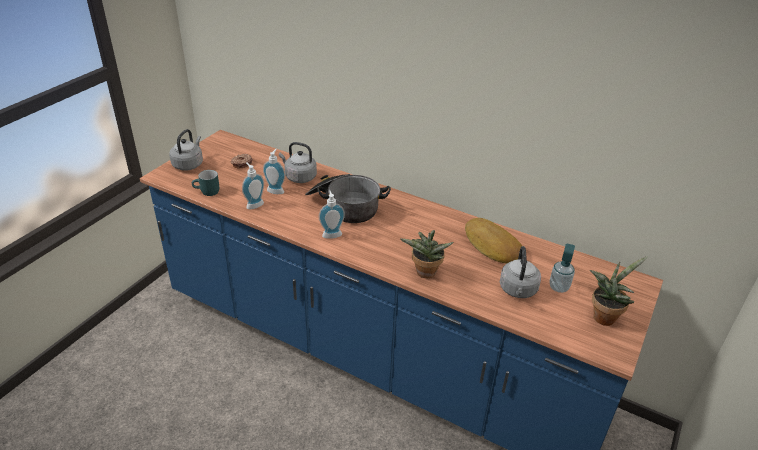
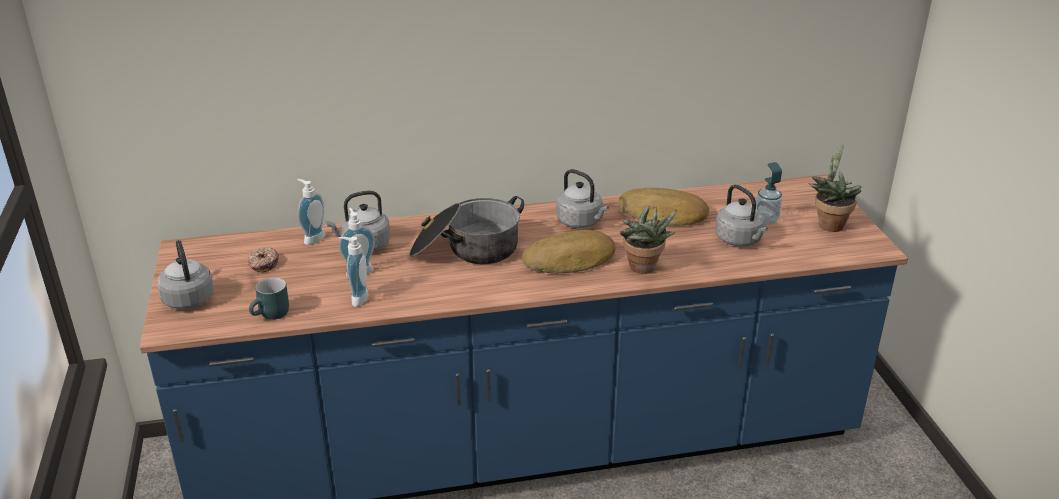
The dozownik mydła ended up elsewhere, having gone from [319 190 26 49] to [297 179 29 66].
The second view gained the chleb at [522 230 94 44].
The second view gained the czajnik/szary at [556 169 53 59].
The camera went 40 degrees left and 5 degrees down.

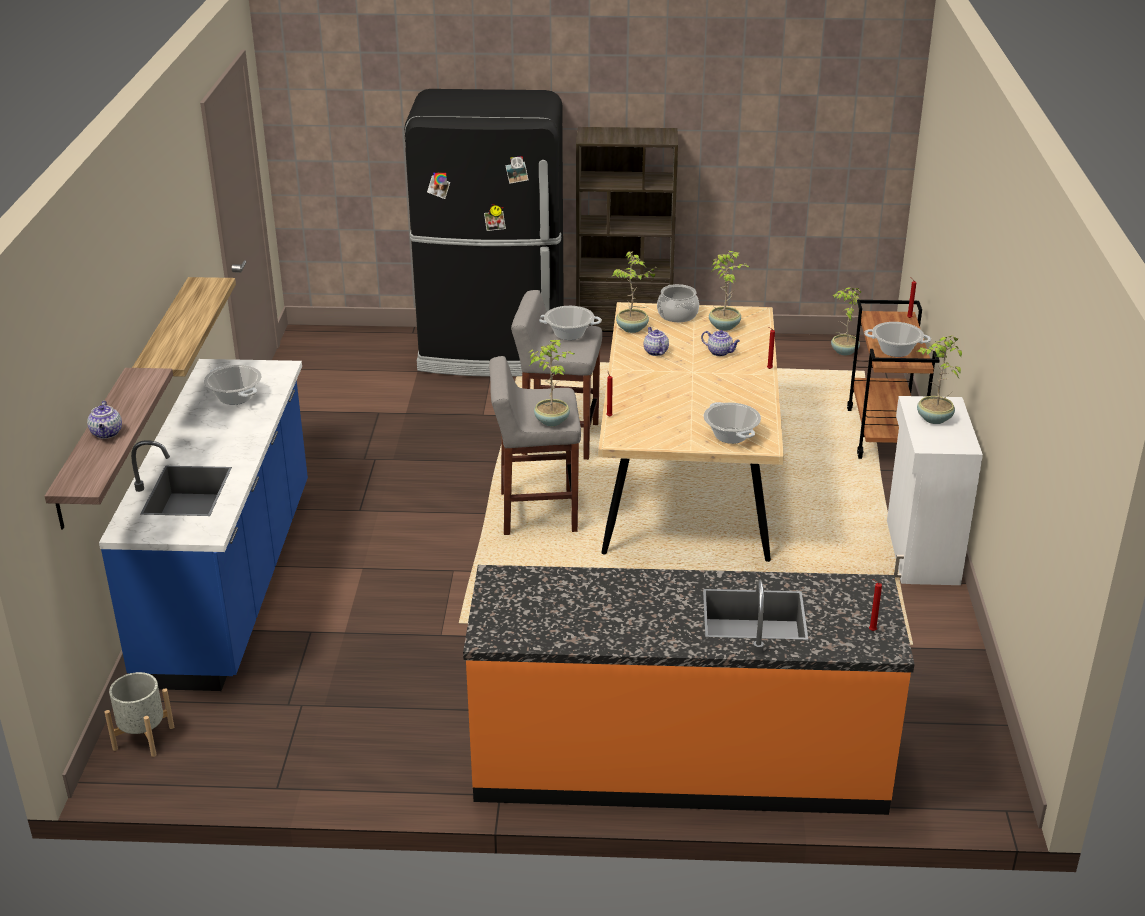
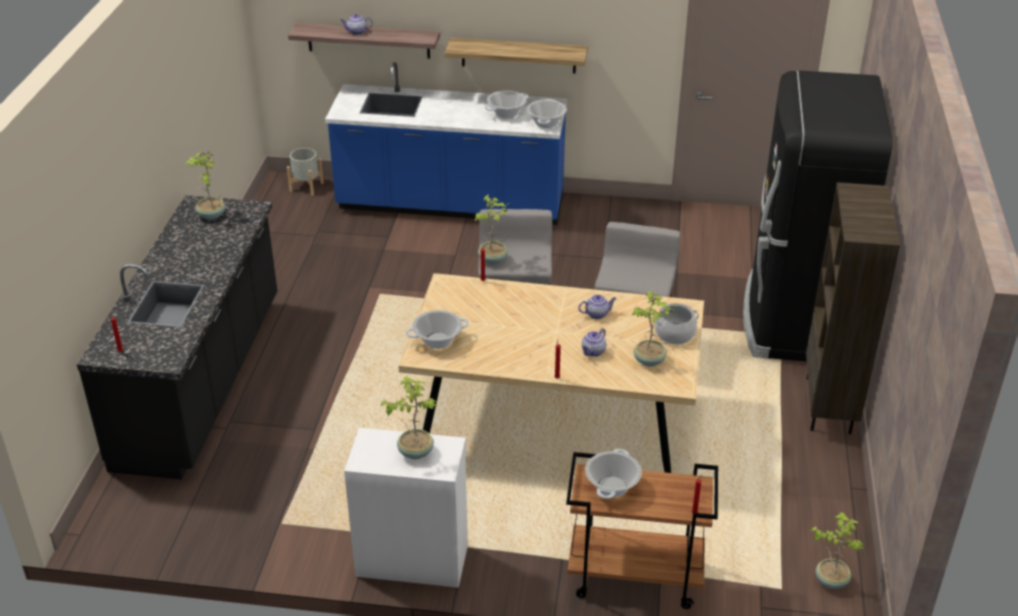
What was the zabudowa kuchenna/pomarańczowy at [463 565 452 250] turned into the zabudowa kuchenna/czarny at [77 195 200 285].
The garnek ended up elsewhere, having gone from [539 306 63 34] to [527 99 40 29].
The roślina doniczkowa ended up elsewhere, having gone from [611 251 48 82] to [185 151 40 69].
The camera went 95 degrees right and 5 degrees up.

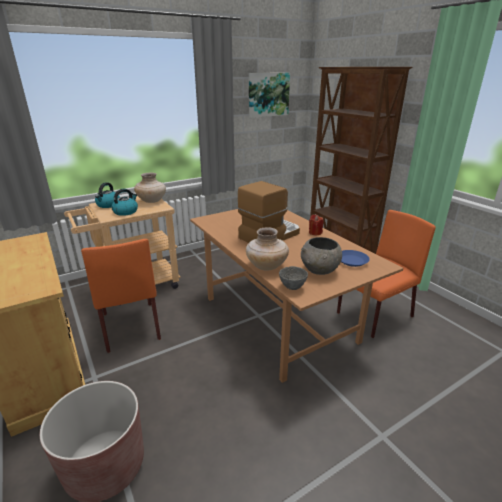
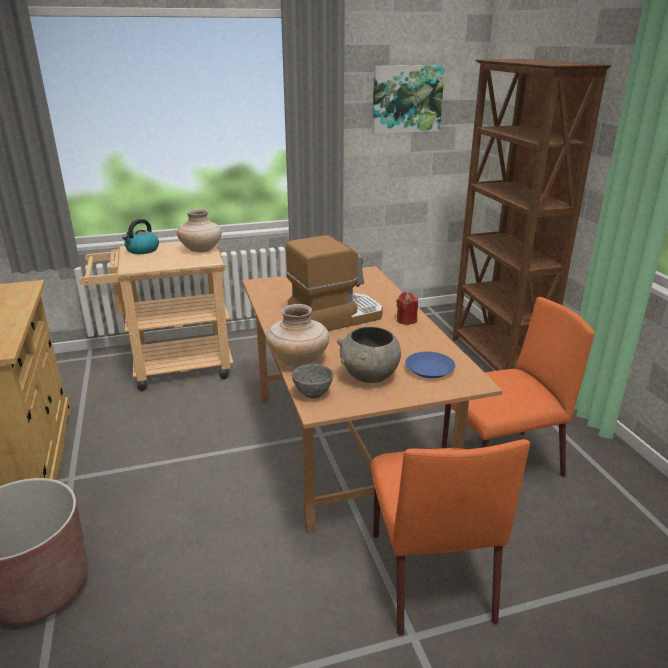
The krzesło/pomarańczowy ended up elsewhere, having gone from [81 239 80 114] to [370 439 160 197].
The second view lost the czajnik at [111 189 27 27].
The camera went 15 degrees right and 0 degrees up.

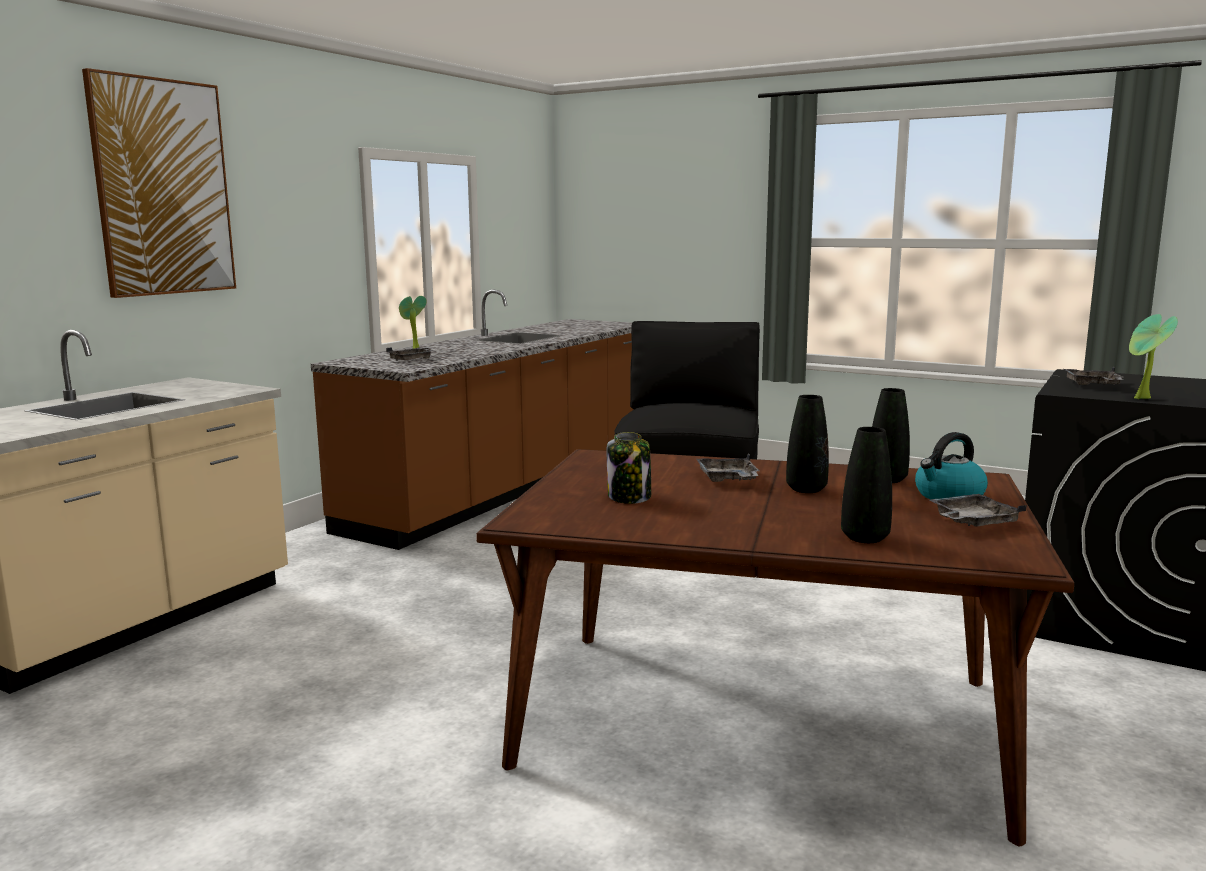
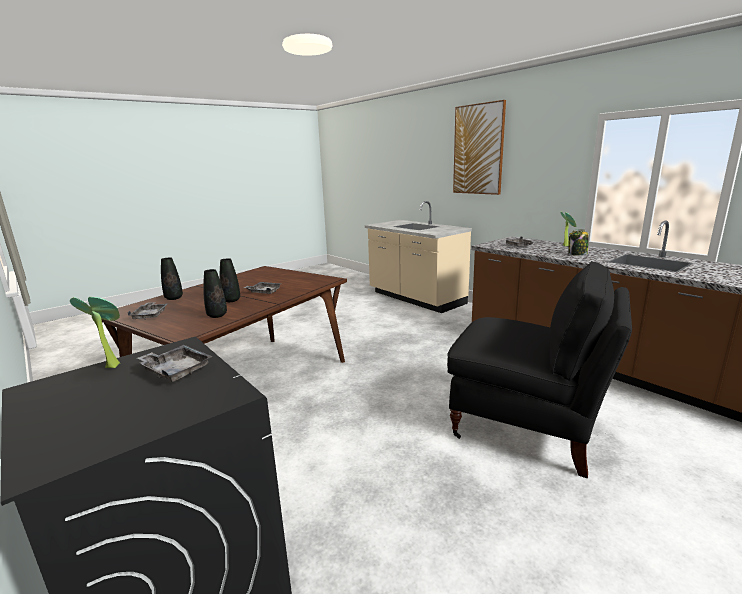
The słoik ended up elsewhere, having gone from [607 432 44 72] to [568 229 21 26].
The second view lost the czajnik at [915 432 73 67].
The camera went 110 degrees right and 5 degrees up.

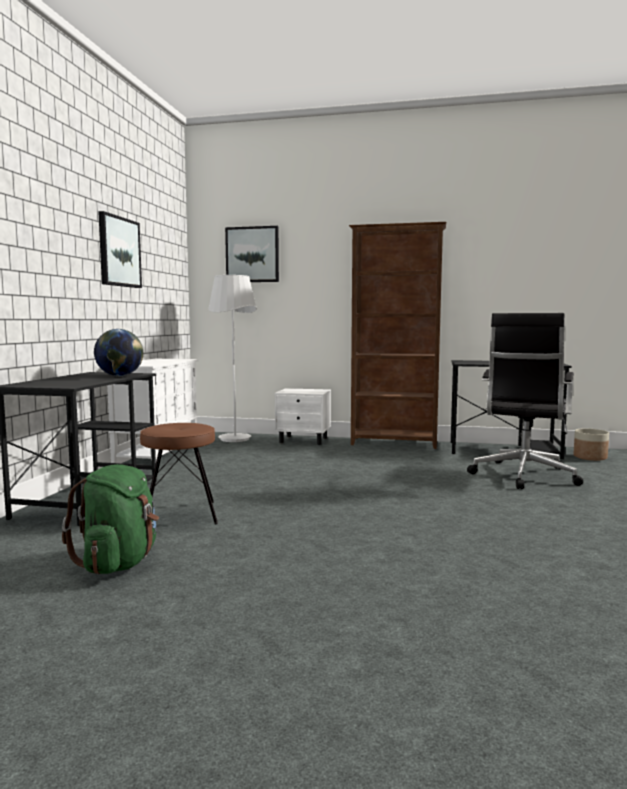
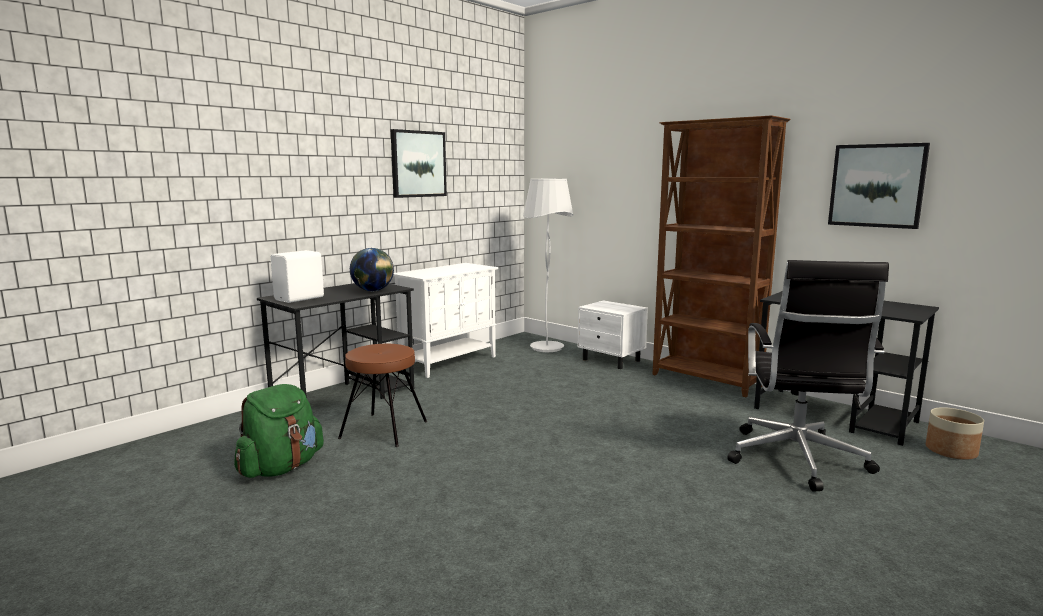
The obraz ended up elsewhere, having gone from [225 226 54 56] to [828 143 102 86].
The krzesło biurowe/czarny at [467 313 116 176] ended up facing another way, 45 degrees counterclockwise from before.
The second view gained the głośnik/biały at [270 250 54 53].
The camera went 30 degrees right and 5 degrees up.

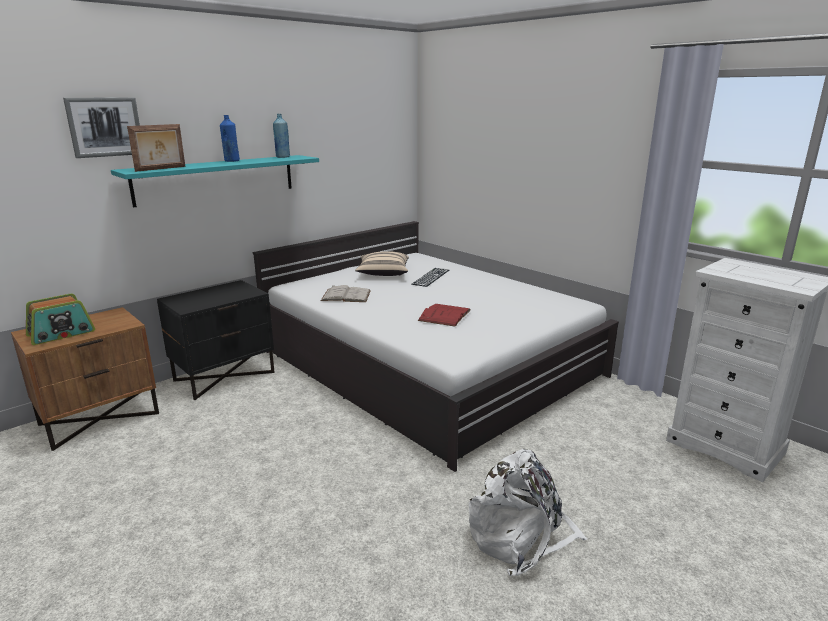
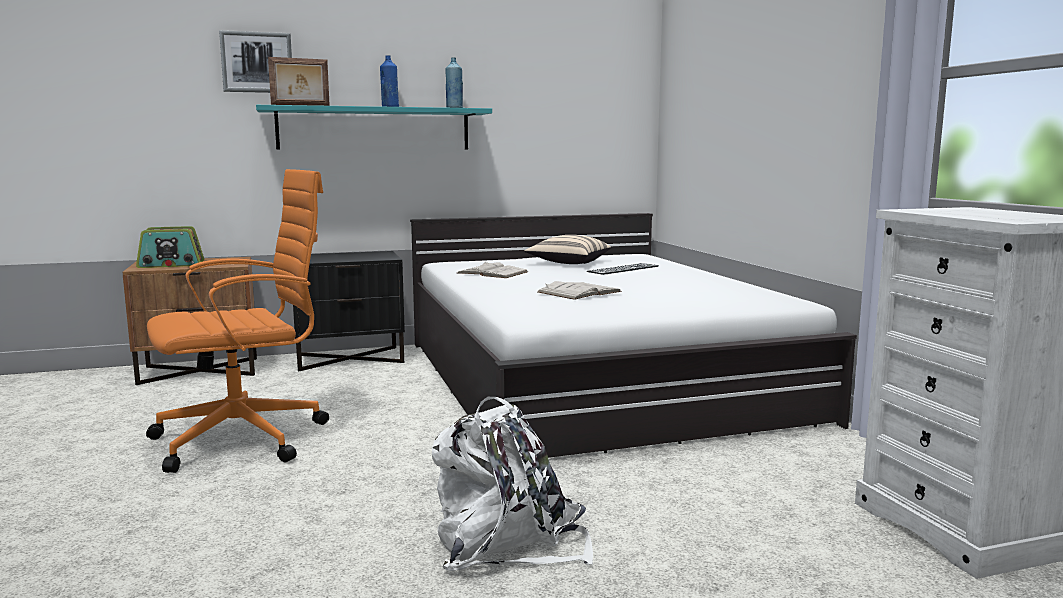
What was the książka/czerwony at [418 304 53 23] turned into the książka/biały at [538 281 84 19].
The second view gained the krzesło biurowe/pomarańczowy at [146 169 183 304].
The camera went 25 degrees right and 10 degrees down.

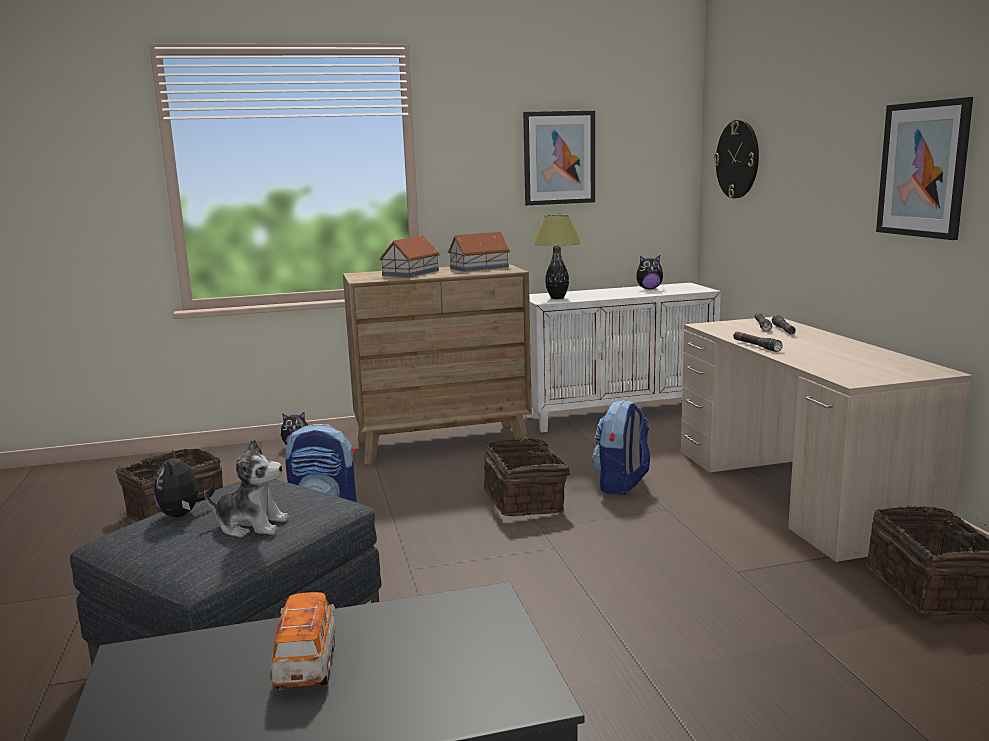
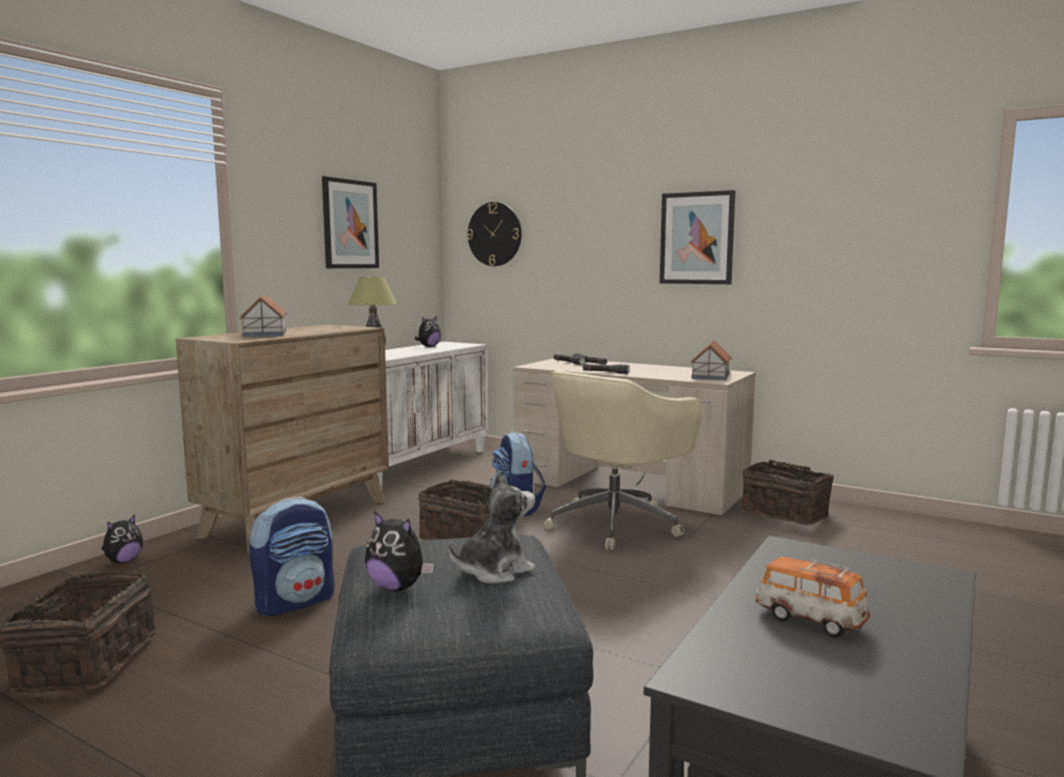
The domek ended up elsewhere, having gone from [448 232 62 40] to [690 340 42 40].
The second view gained the krzesło biurowe/beżowy at [544 371 159 179].
The camera went 45 degrees left and 5 degrees down.

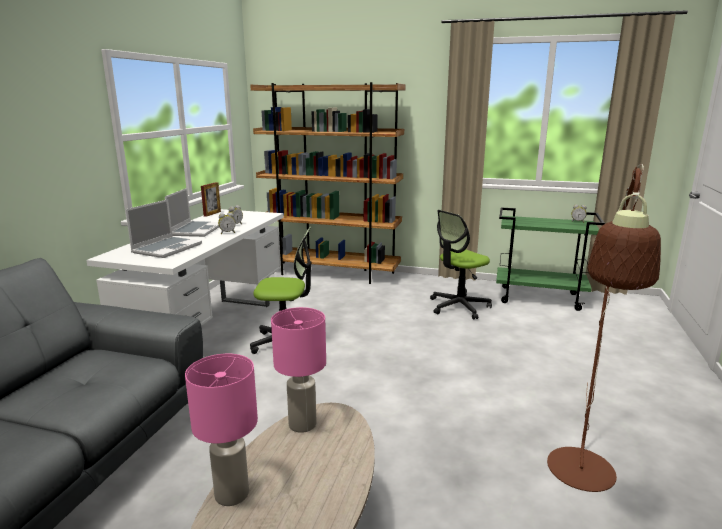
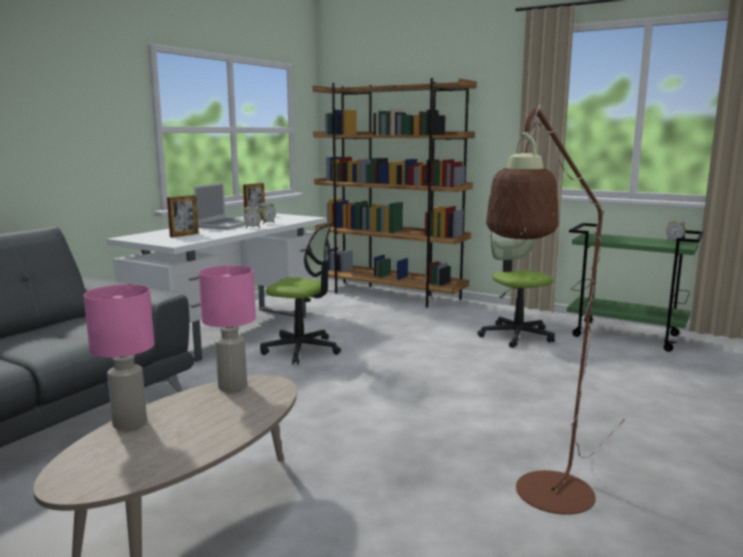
Where the laptop stood at [125 199 77 59], the ramka na zdjęcie came to stand at [167 195 32 43].
The krzesło biurowe at [430 210 62 110] ended up facing another way, 90 degrees clockwise from before.
The camera went 15 degrees right and 5 degrees down.

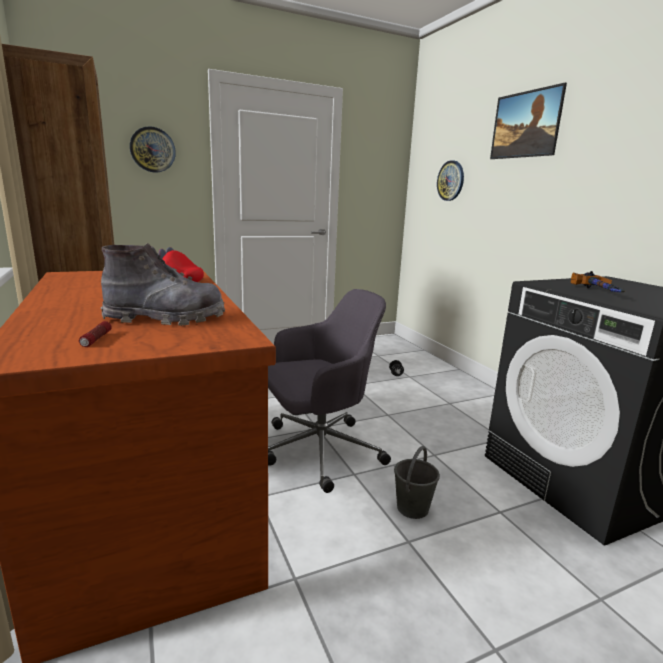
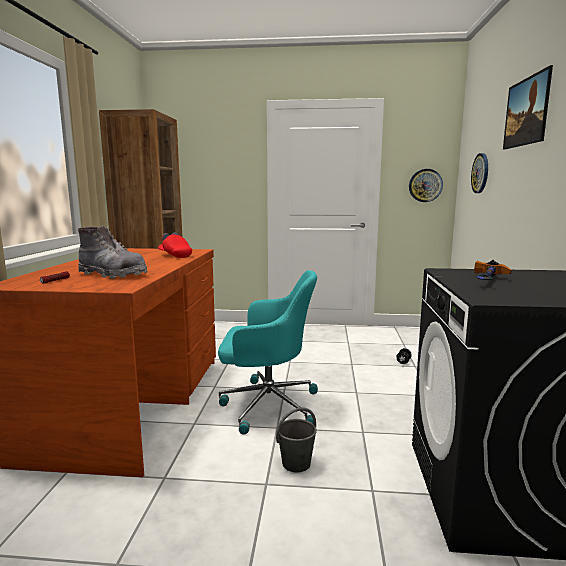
The zegar ścienny ended up elsewhere, having gone from [130 126 46 47] to [409 169 34 33].
What was the krzesło biurowe/szary at [268 289 123 204] turned into the krzesło biurowe/turkusowy at [218 270 100 165].
The camera went 30 degrees right and 5 degrees down.

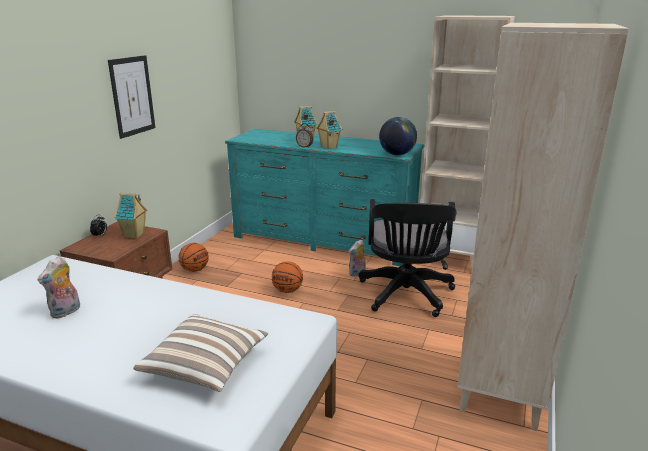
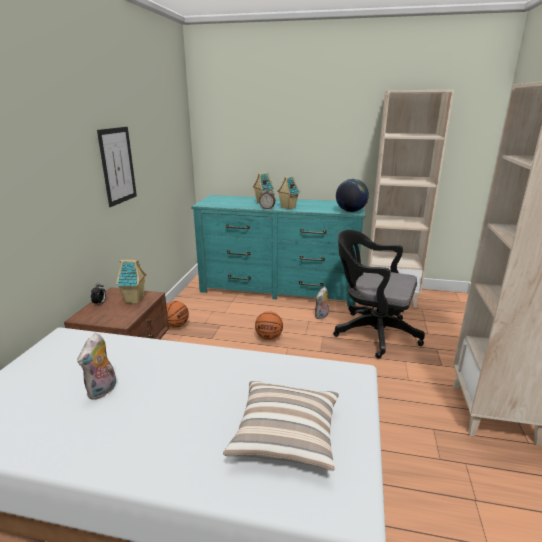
The krzesło biurowe/czarny at [358 199 98 118] ended up facing another way, 120 degrees clockwise from before.
The camera went 10 degrees left and 0 degrees up.

